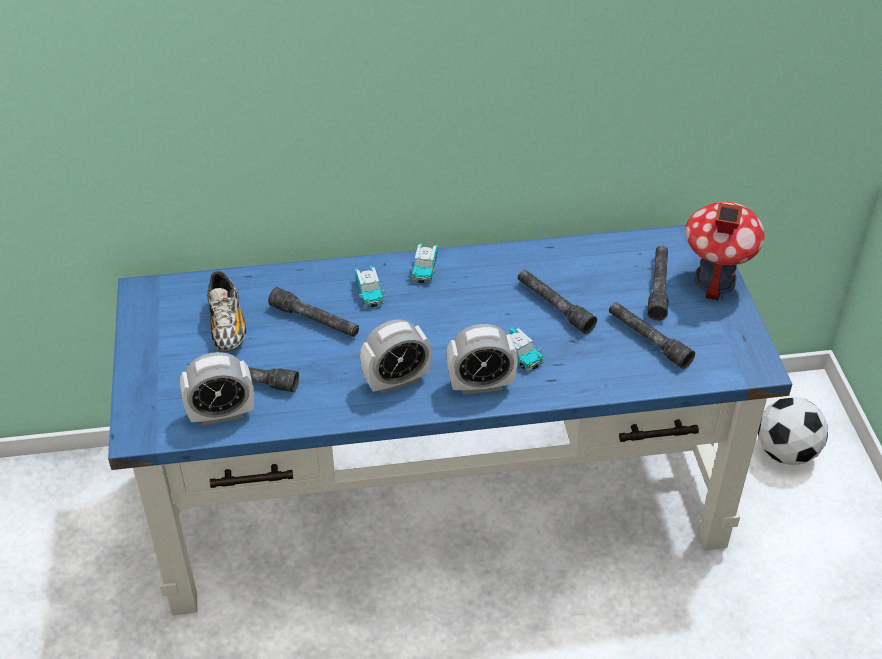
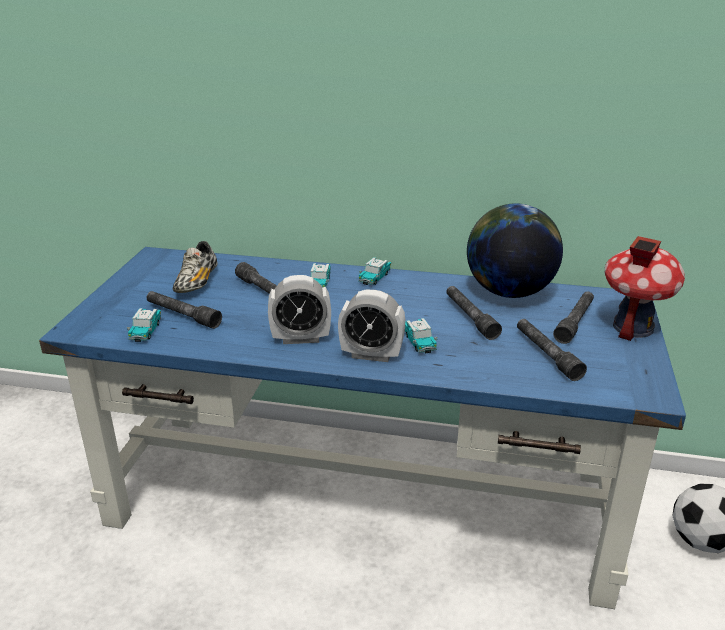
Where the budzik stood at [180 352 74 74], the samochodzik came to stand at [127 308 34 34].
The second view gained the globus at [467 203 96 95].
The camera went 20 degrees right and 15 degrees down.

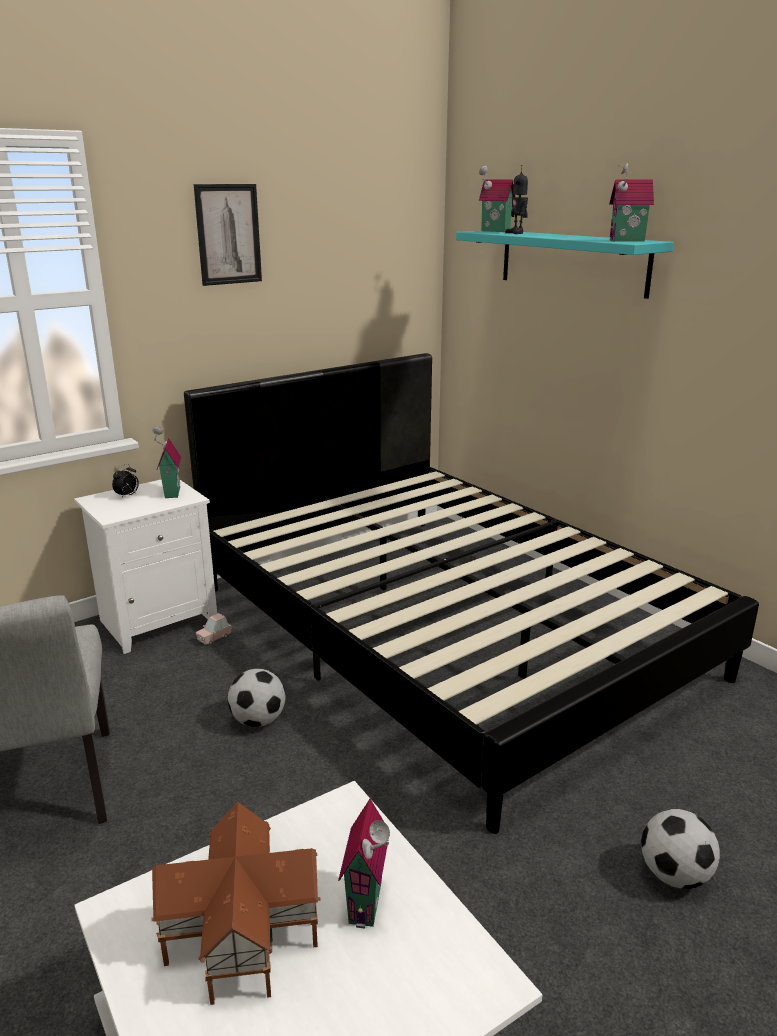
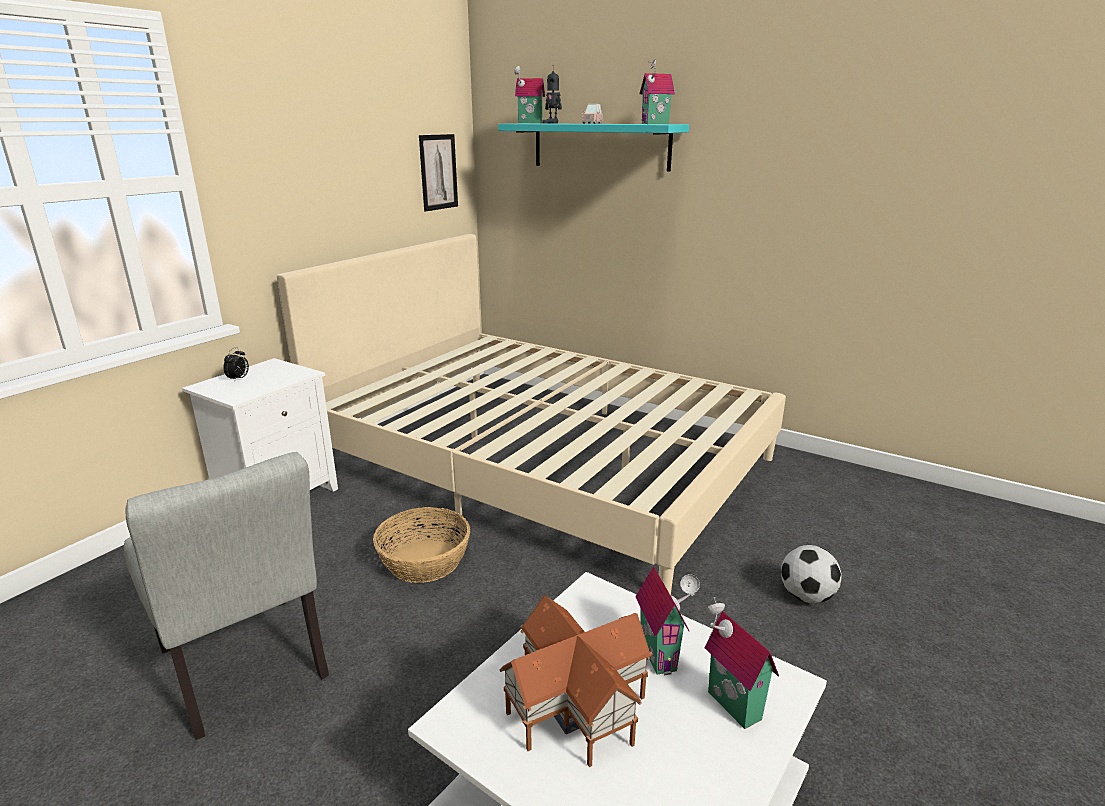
The domek ended up elsewhere, having gone from [152 427 29 71] to [704 597 75 132].
What was the łóżko/czarny at [184 353 575 481] turned into the łóżko/beżowy at [277 234 509 362].
The obraz ended up elsewhere, having gone from [194 184 68 102] to [419 134 39 77].
The samochodzik/różowy ended up elsewhere, having gone from [195 613 36 32] to [582 104 21 20].
Where the piłka futbolowa stood at [228 669 58 58], the koszyk came to stand at [373 507 97 76].
The camera went 20 degrees left and 0 degrees up.

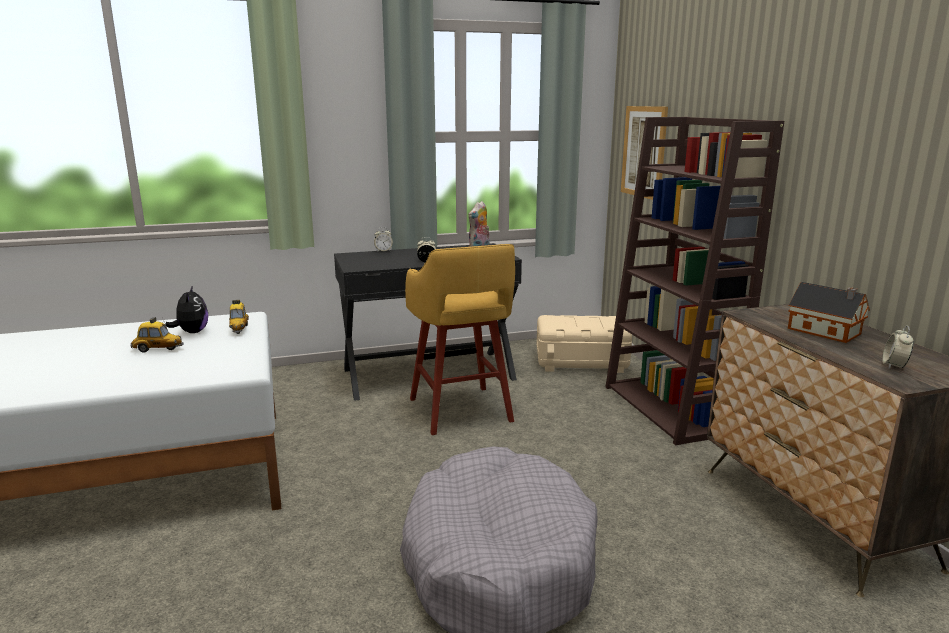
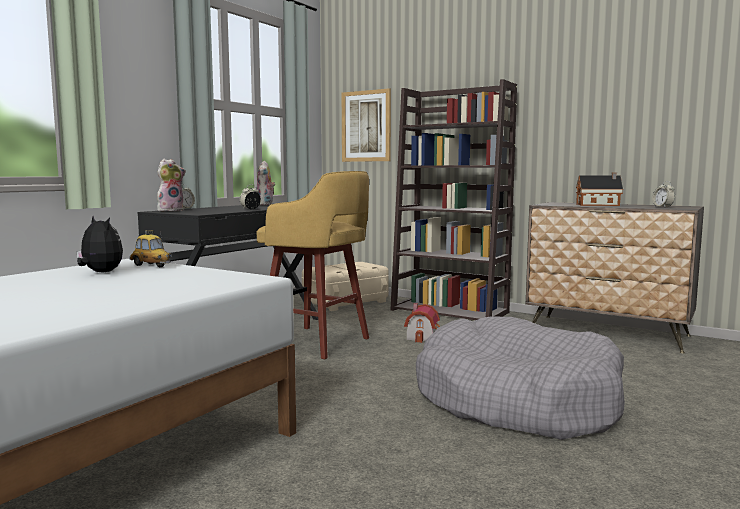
The second view lost the samochodzik at [131 317 52 35].
The second view gained the pluszak at [157 159 29 53].
The second view gained the domek at [404 303 36 40].
The camera went 40 degrees left and 10 degrees down.

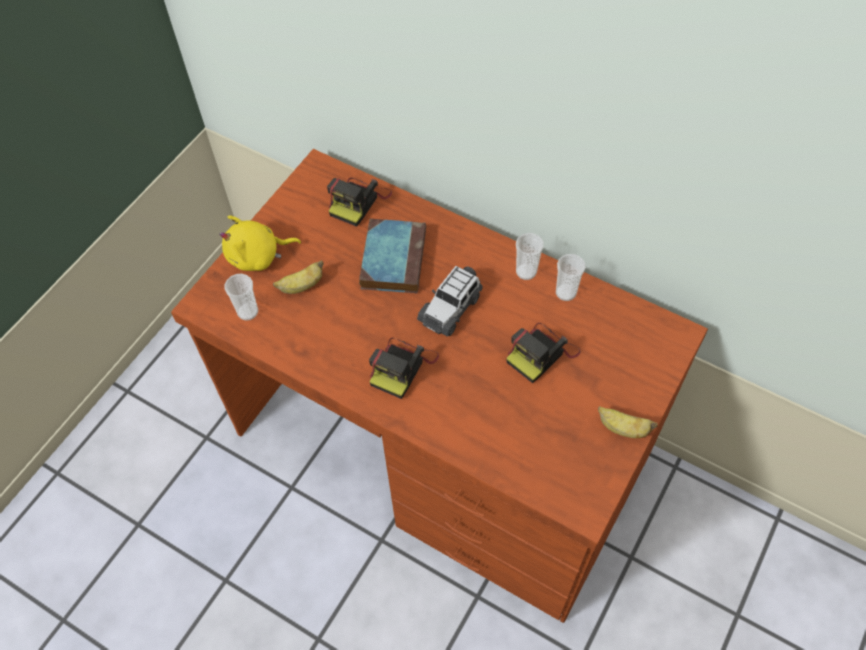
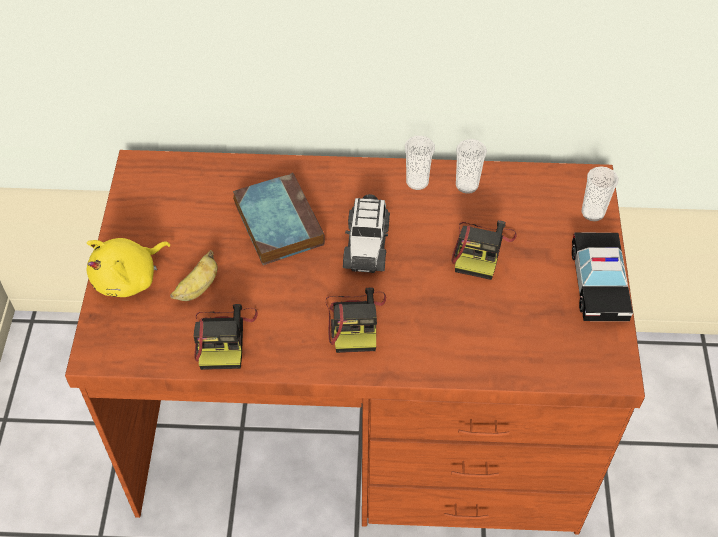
The filiżanka ended up elsewhere, having gone from [224 274 34 47] to [582 166 36 55].
The aparat fotograficzny ended up elsewhere, having gone from [327 178 65 49] to [194 304 64 66].
Where the banan stood at [598 406 60 32], the samochodzik came to stand at [572 233 61 88].
The camera went 30 degrees left and 5 degrees down.

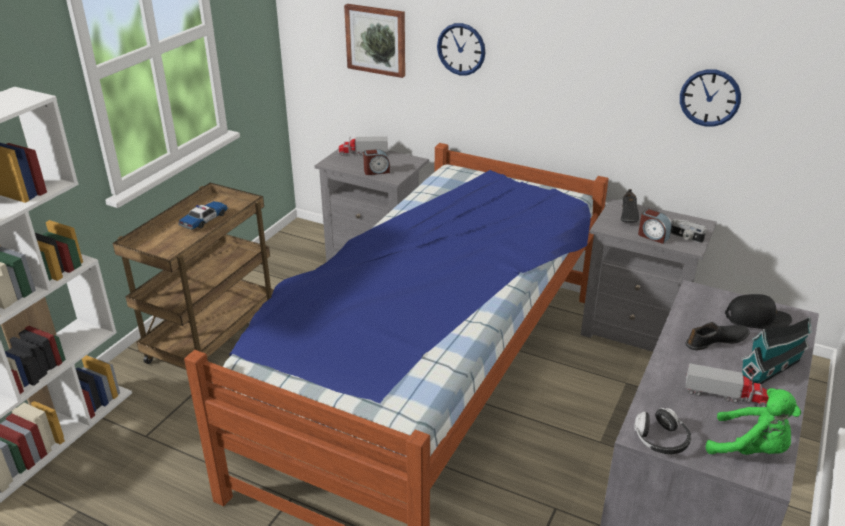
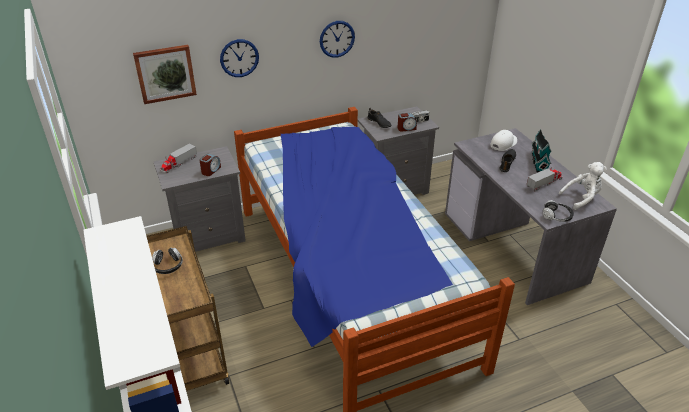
Where the samochodzik stood at [178 201 50 29], the słuchawki came to stand at [152 248 31 26].
The zegar ścienny ended up elsewhere, having gone from [680 69 61 58] to [320 21 35 37].
What was the pluszak/zielony at [706 388 95 67] turned into the pluszak/biały at [559 162 48 48].
What was the czapka z daszkiem/czarny at [725 294 67 35] turned into the czapka z daszkiem/biały at [490 130 27 21].
The camera went 50 degrees left and 5 degrees up.

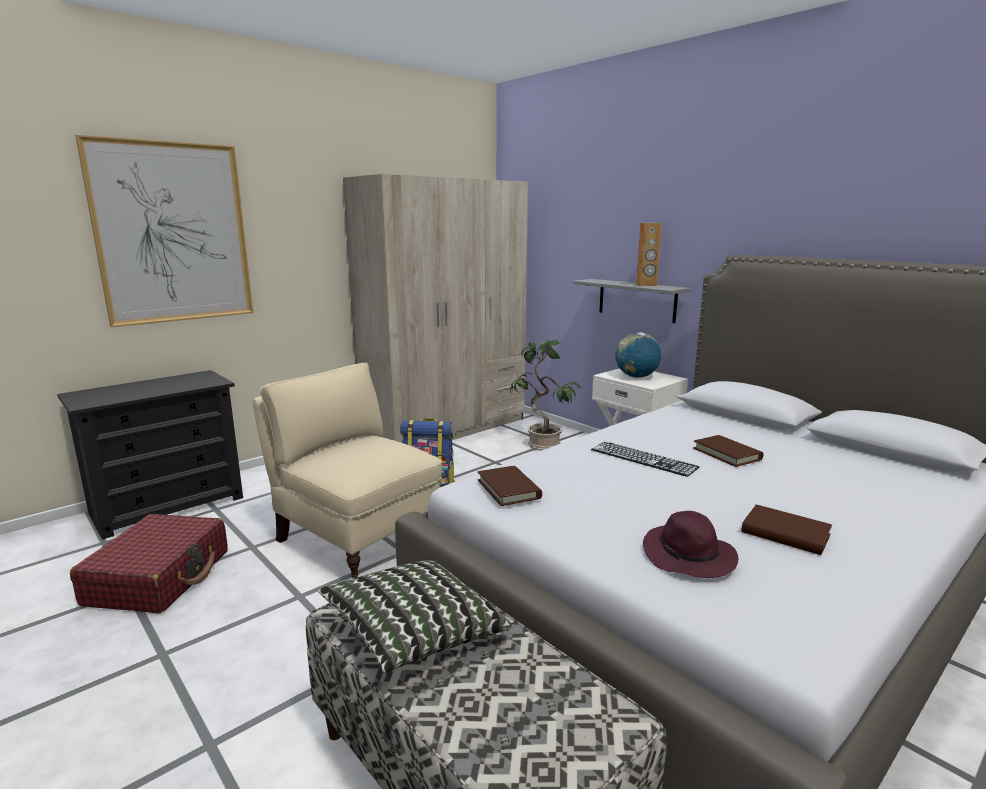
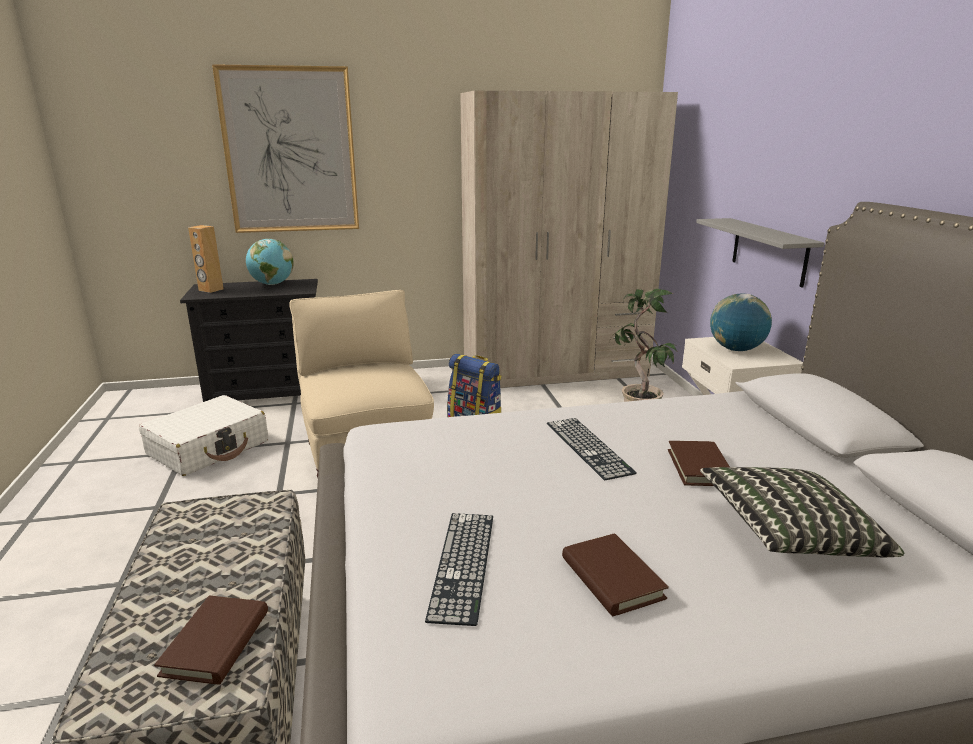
What was the walizka/czerwony at [70 514 158 100] turned into the walizka/biały at [139 395 129 81].
The poduszka ended up elsewhere, having gone from [318 560 194 113] to [700 467 204 90].
The książka/brązowy ended up elsewhere, having gone from [478 466 64 40] to [154 596 114 89].
The głośnik/brązowy ended up elsewhere, having gone from [636 223 26 63] to [188 225 36 68].
Where the kapelusz/fioletowy stood at [643 511 95 67], the klawiatura came to stand at [425 513 68 113].
The second view gained the globus at [246 239 48 46].
The camera went 30 degrees right and 5 degrees up.

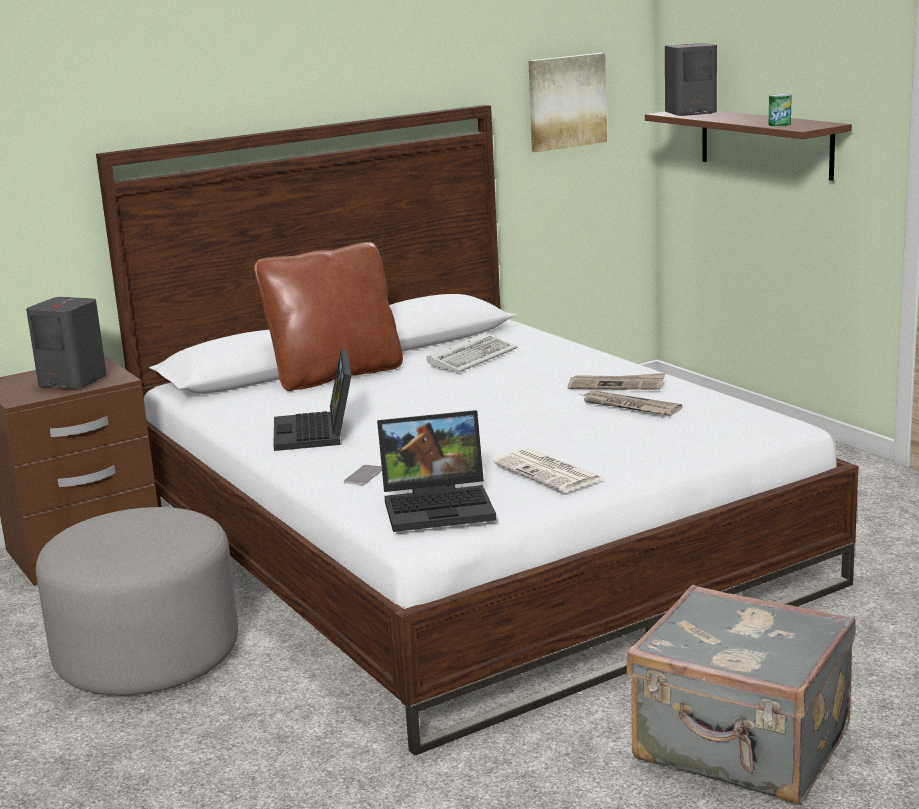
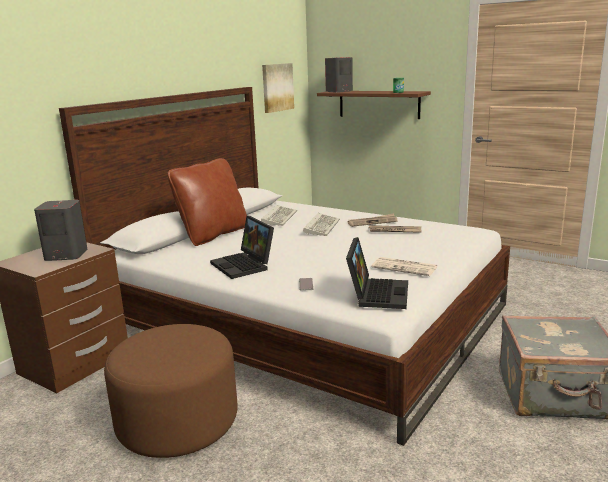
What was the pufa/szary at [36 507 202 188] turned into the pufa/brązowy at [104 324 133 134].
The laptop at [377 410 119 122] ended up facing another way, 45 degrees counterclockwise from before.
The second view gained the klawiatura at [303 213 37 23].
The camera went 25 degrees left and 0 degrees up.

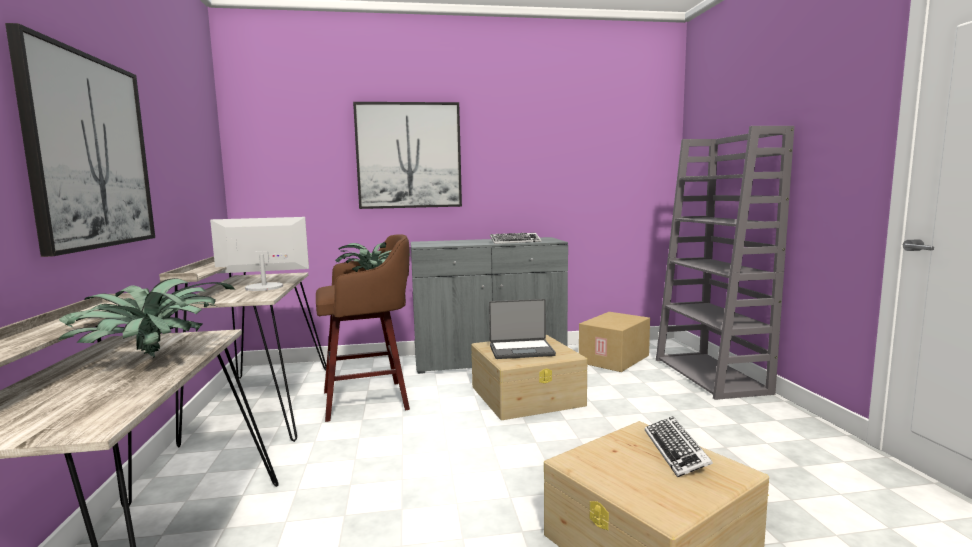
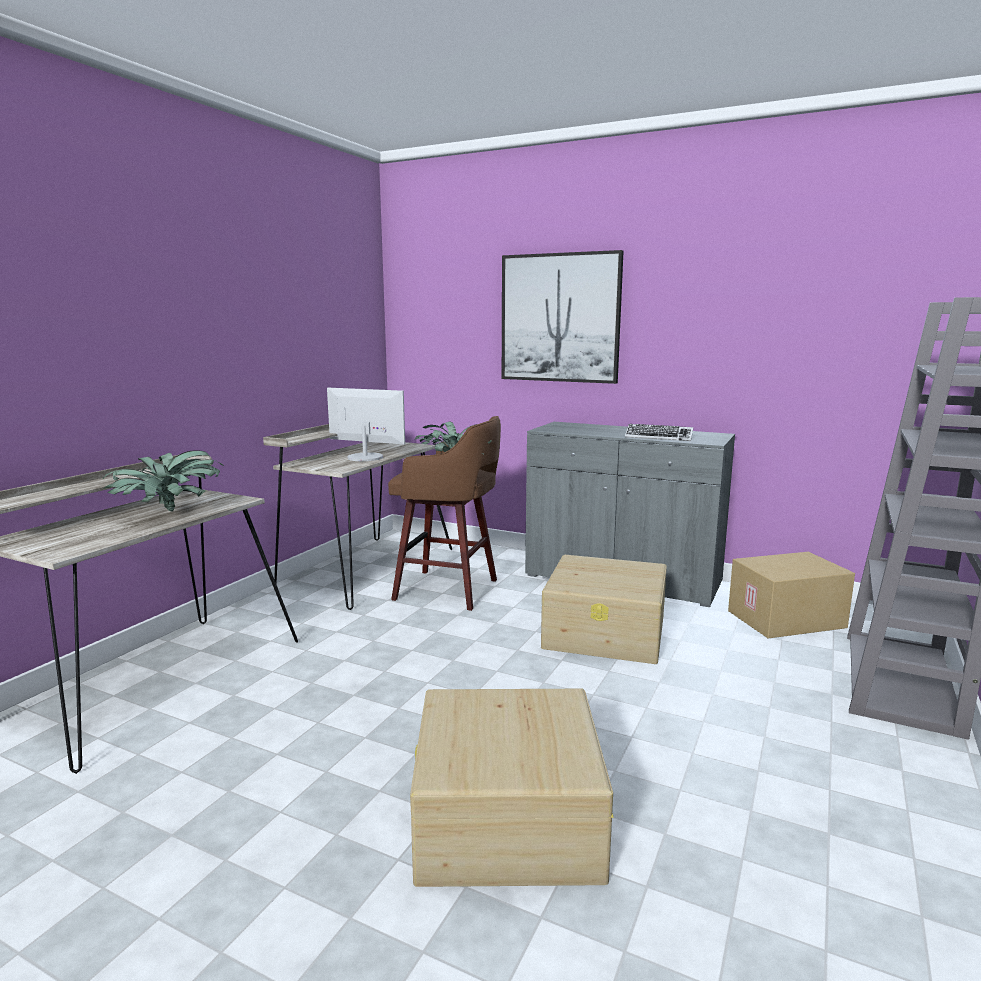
The second view lost the obraz at [5 23 150 234].
The second view lost the laptop at [489 299 67 60].
The second view lost the klawiatura at [645 416 68 61].
The camera went 35 degrees right and 5 degrees up.

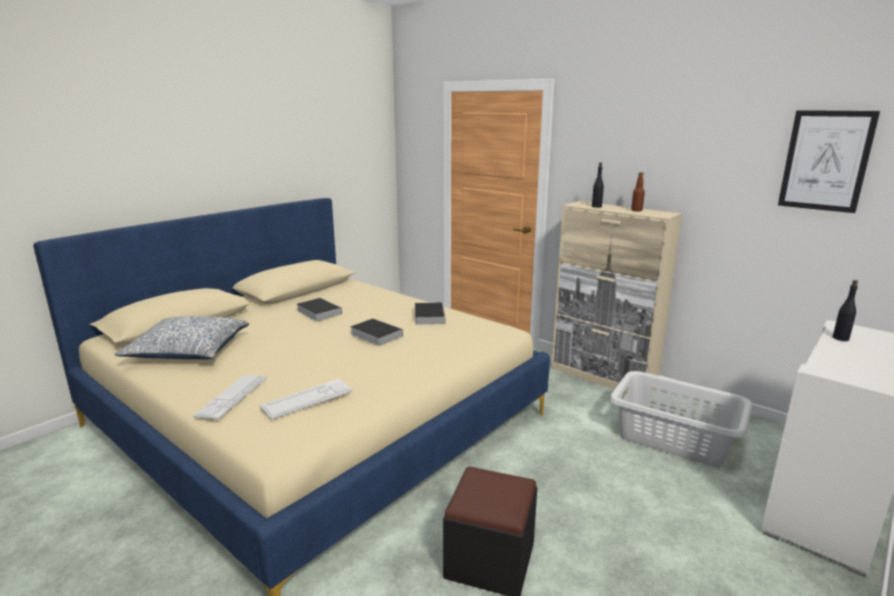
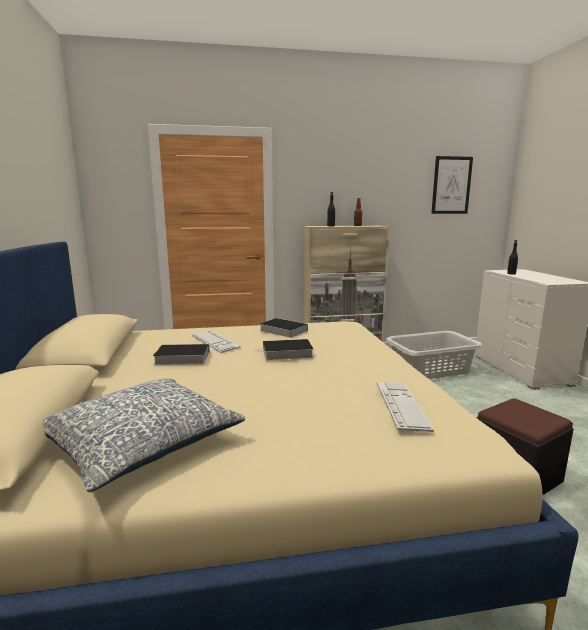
The klawiatura ended up elsewhere, having gone from [193 375 74 44] to [192 330 49 23].
The camera went 50 degrees left and 5 degrees down.

